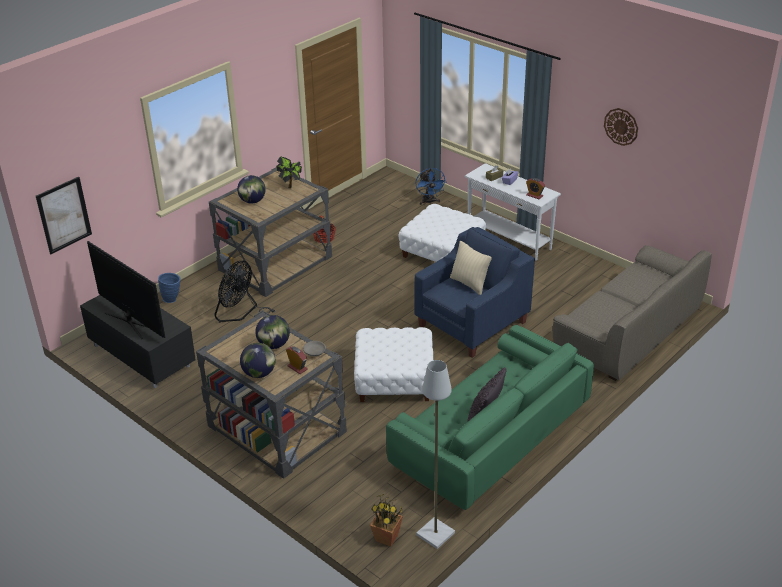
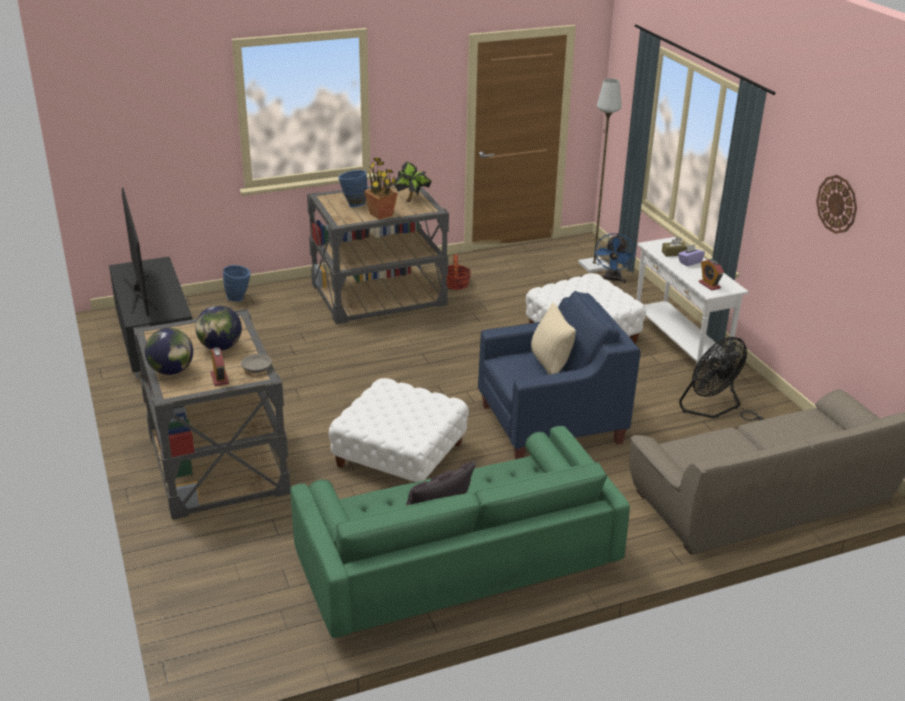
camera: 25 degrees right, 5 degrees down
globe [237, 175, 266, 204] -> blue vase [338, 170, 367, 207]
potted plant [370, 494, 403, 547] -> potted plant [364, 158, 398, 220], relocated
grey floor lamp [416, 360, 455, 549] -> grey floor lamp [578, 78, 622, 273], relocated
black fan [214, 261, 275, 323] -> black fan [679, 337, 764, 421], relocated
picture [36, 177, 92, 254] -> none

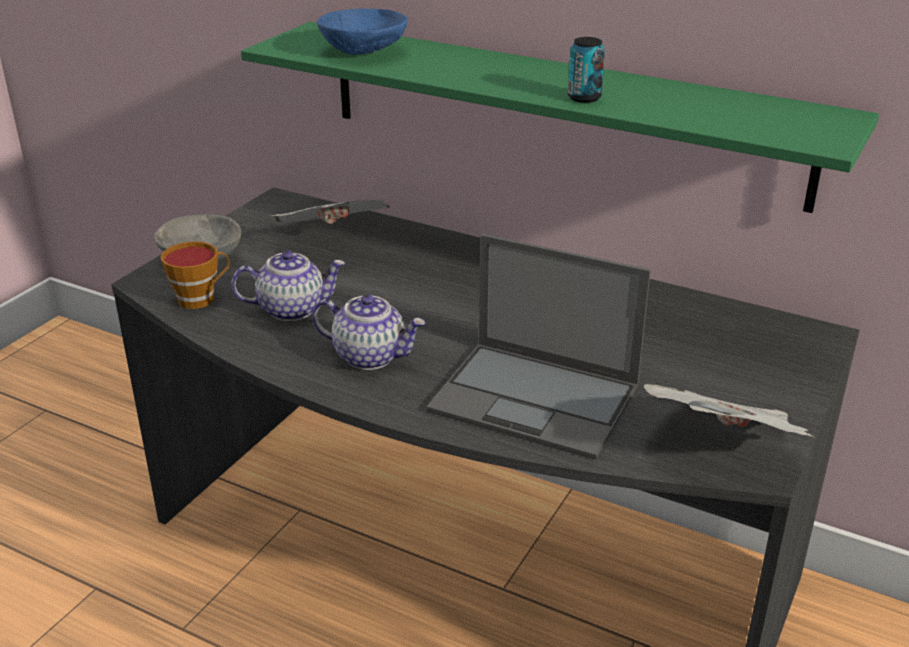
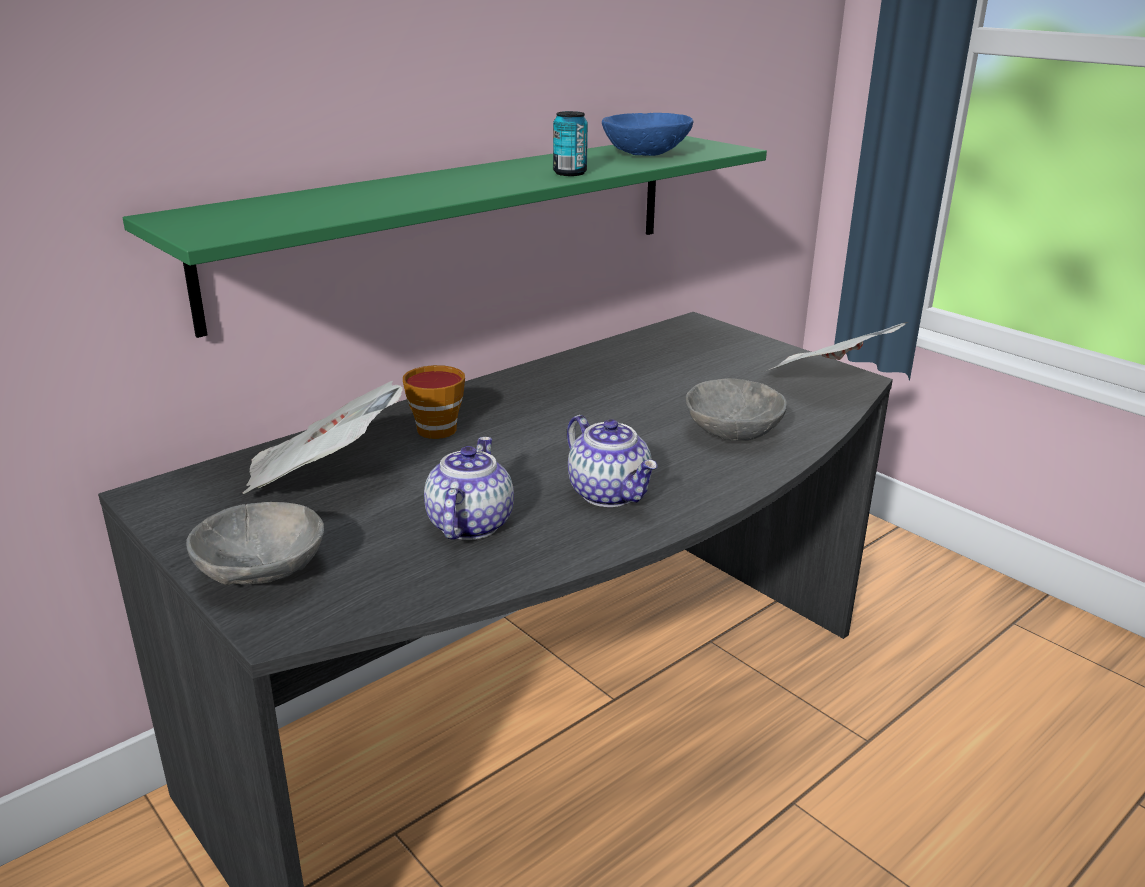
camera: 70 degrees left, 5 degrees down
cup [161, 241, 230, 309] -> cup [403, 365, 465, 439], relocated
teapot [312, 295, 426, 370] -> teapot [567, 415, 658, 507], 105 degrees clockwise
blue bowl [317, 9, 408, 55] -> blue bowl [602, 113, 693, 156], relocated
laptop [426, 234, 651, 460] -> grey bowl [686, 378, 787, 441]

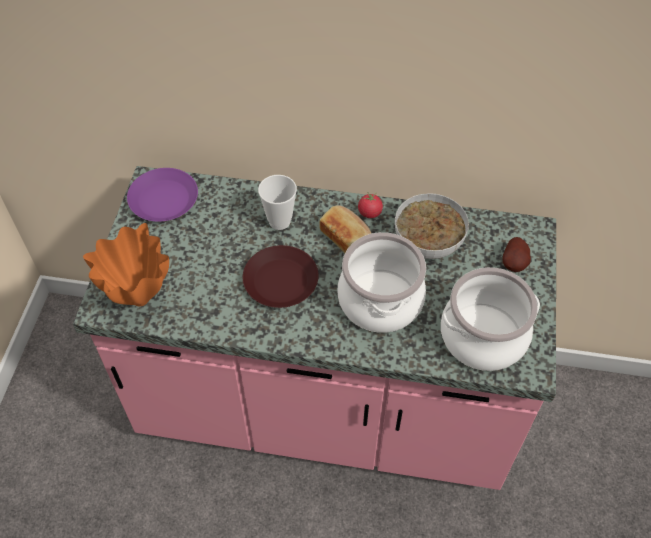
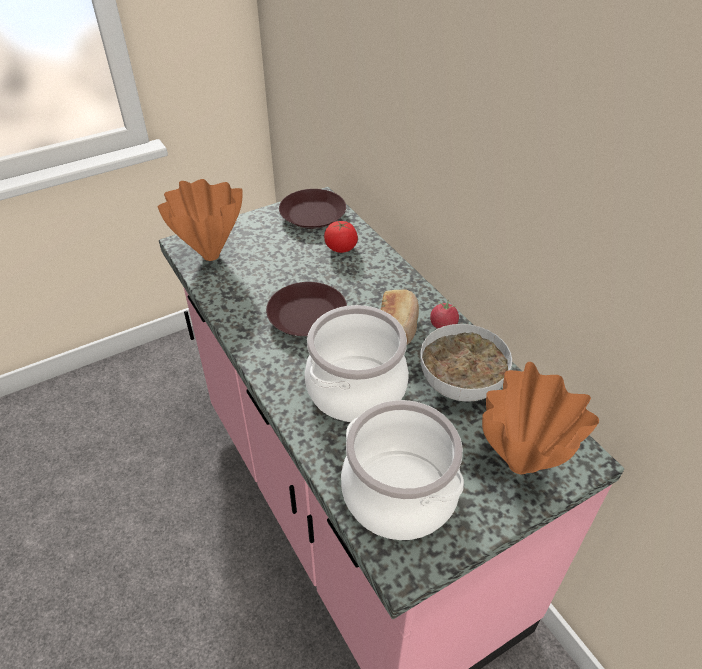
camera: 50 degrees right, 10 degrees down
purple plate [127, 168, 198, 222] -> brown plate [279, 189, 346, 229]
none -> tomato [324, 221, 358, 253]
potato [502, 237, 531, 272] -> orange vase [482, 362, 599, 474]
cup [258, 175, 297, 230] -> none

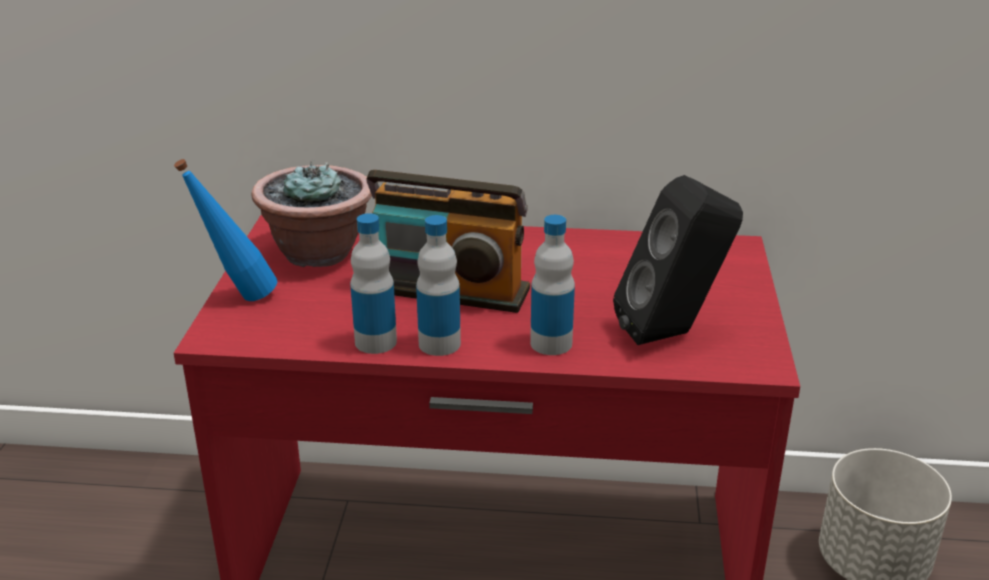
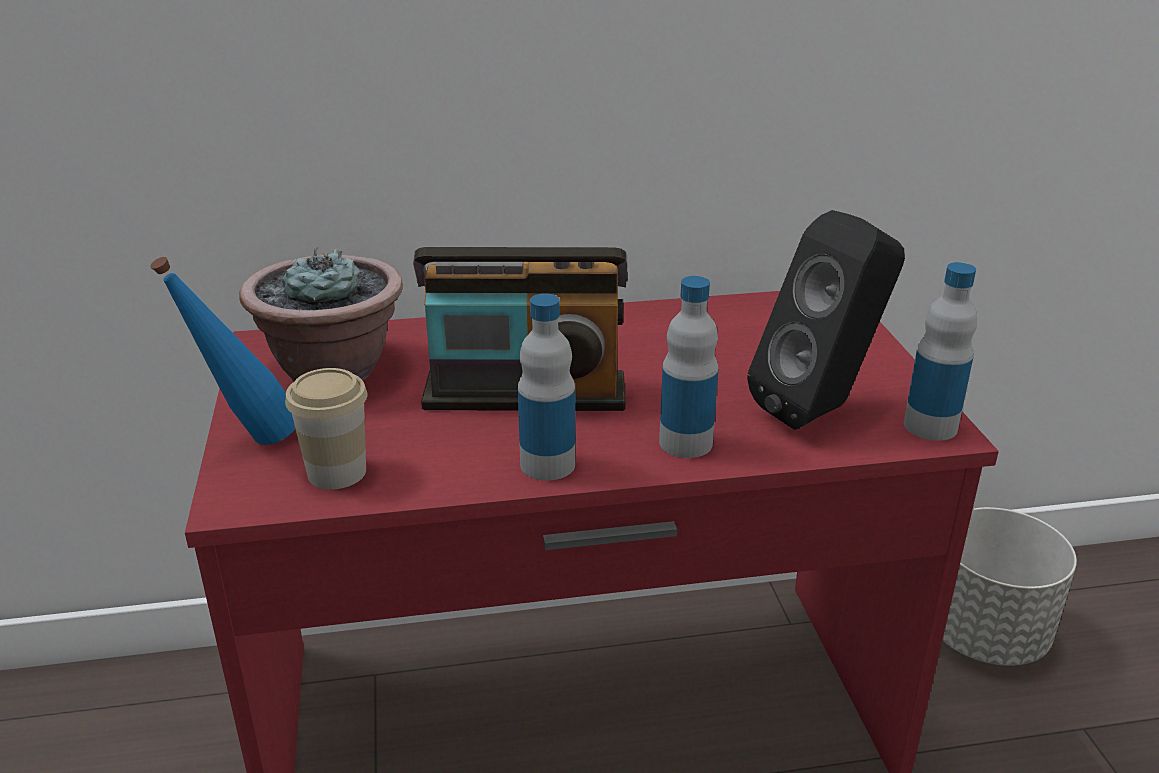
camera: 15 degrees left, 0 degrees up
none -> cup [285, 368, 368, 489]
bottle [350, 213, 397, 354] -> bottle [904, 262, 977, 441], relocated

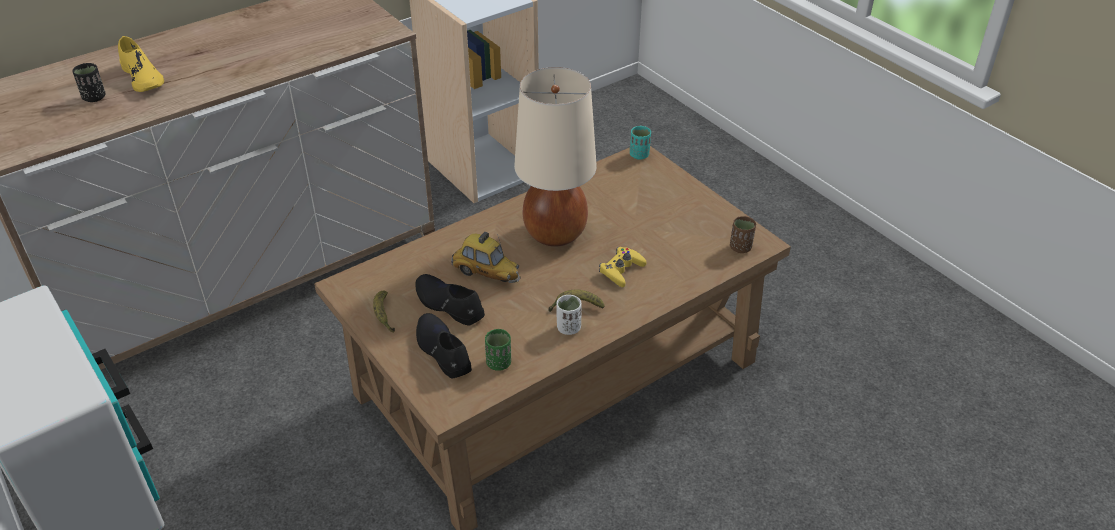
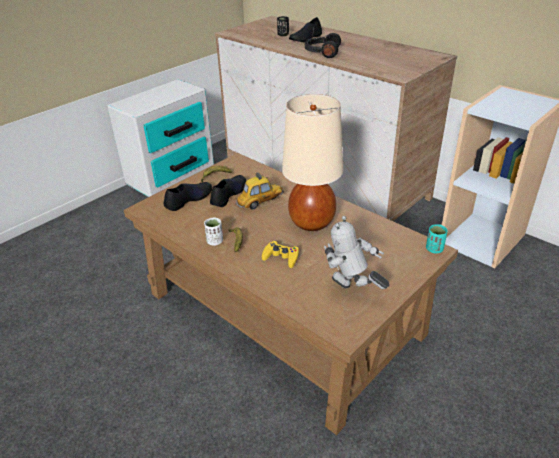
camera: 80 degrees right, 5 degrees down
toy car [451, 232, 521, 283] -> toy car [235, 172, 284, 209], 135 degrees counterclockwise
yellow shoe [118, 36, 164, 92] -> black shoe [289, 17, 322, 42]
none -> black headphones [305, 33, 341, 58]
none -> toy robot [324, 216, 390, 289]
green cup [485, 329, 511, 371] -> none
brown cup [730, 216, 756, 253] -> none

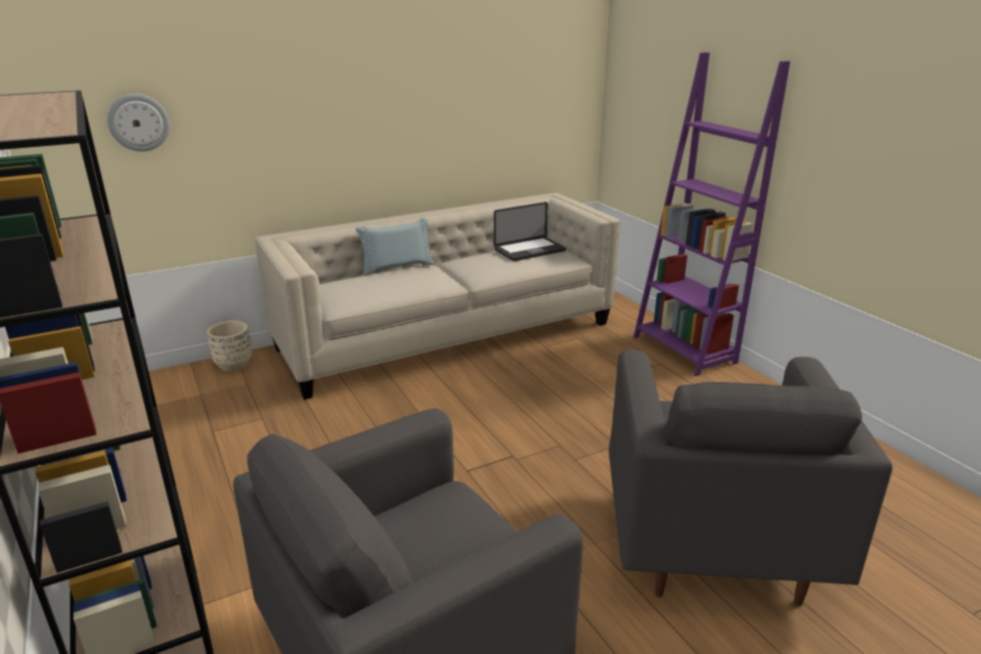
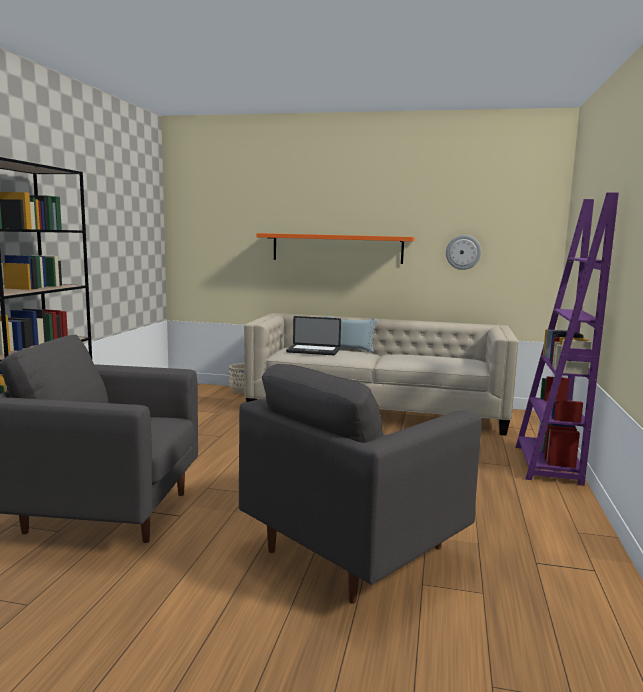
camera: 40 degrees right, 15 degrees down
none -> orange shelf [256, 233, 415, 264]
laptop [494, 202, 566, 261] -> laptop [286, 316, 341, 355], relocated
wall clock [107, 94, 170, 152] -> wall clock [446, 235, 481, 270], relocated

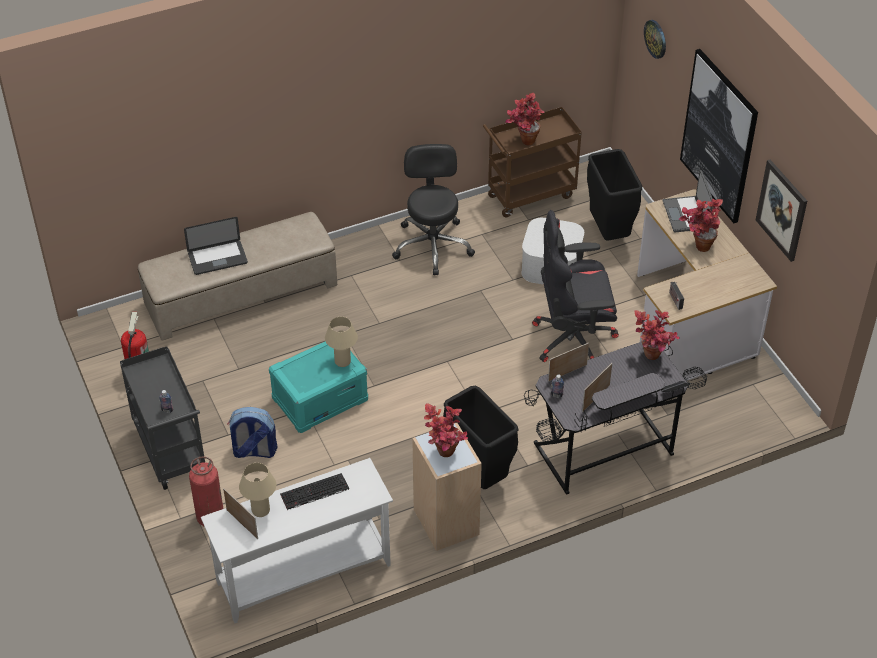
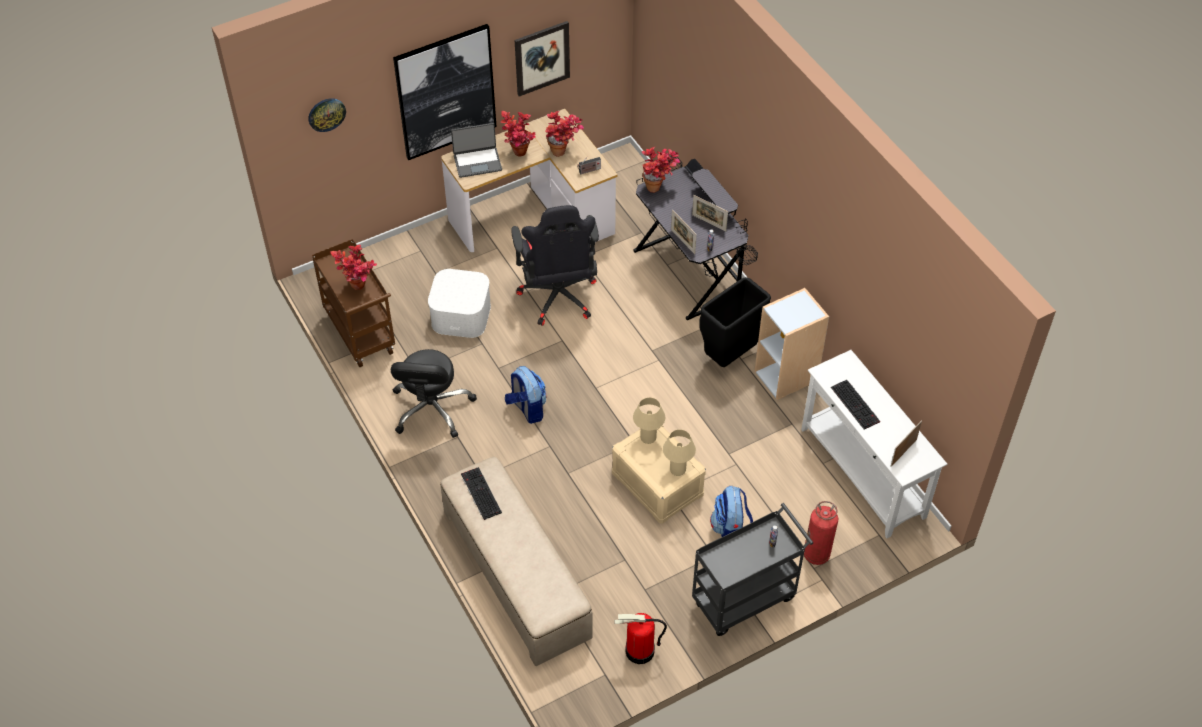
camera: 95 degrees left, 5 degrees up
black office chair [392, 144, 475, 275] -> black office chair [391, 349, 477, 438], 75 degrees counterclockwise
none -> keyboard [461, 467, 502, 520]
none -> backpack [505, 366, 546, 424]
potted plant [424, 403, 468, 457] -> potted plant [545, 111, 584, 157], relocated
turquoise storage box [269, 342, 368, 433] -> beige storage box [612, 425, 706, 524]
beige table lamp [239, 463, 276, 517] -> beige table lamp [663, 429, 696, 476], relocated
laptop [184, 217, 248, 275] -> none
black trash can [587, 149, 642, 241] -> none

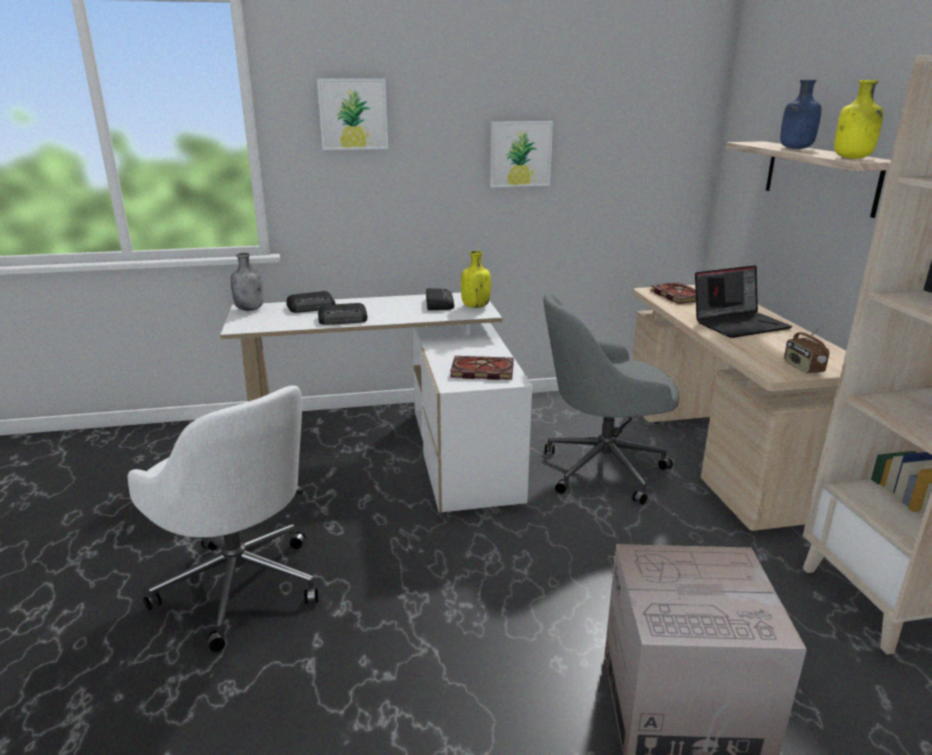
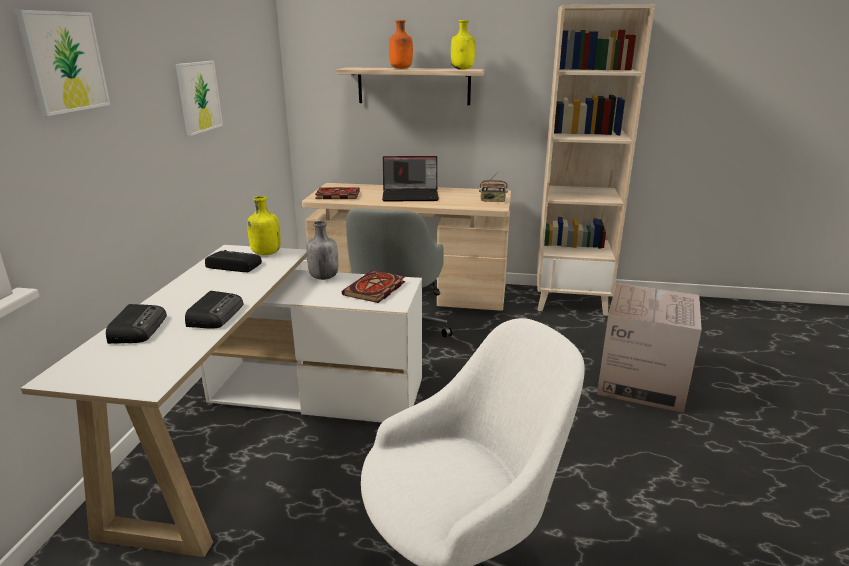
camera: 70 degrees left, 0 degrees up
grey bottle [231, 253, 264, 311] -> grey bottle [306, 221, 338, 280], relocated
laptop [695, 265, 792, 338] -> laptop [382, 156, 439, 202], 90 degrees clockwise
blue bottle [780, 80, 822, 149] -> orange bottle [389, 20, 413, 69]

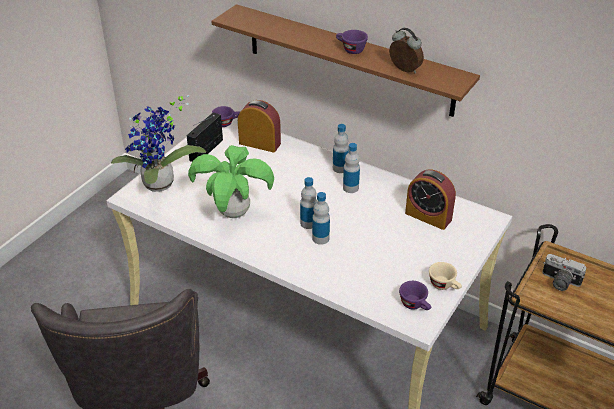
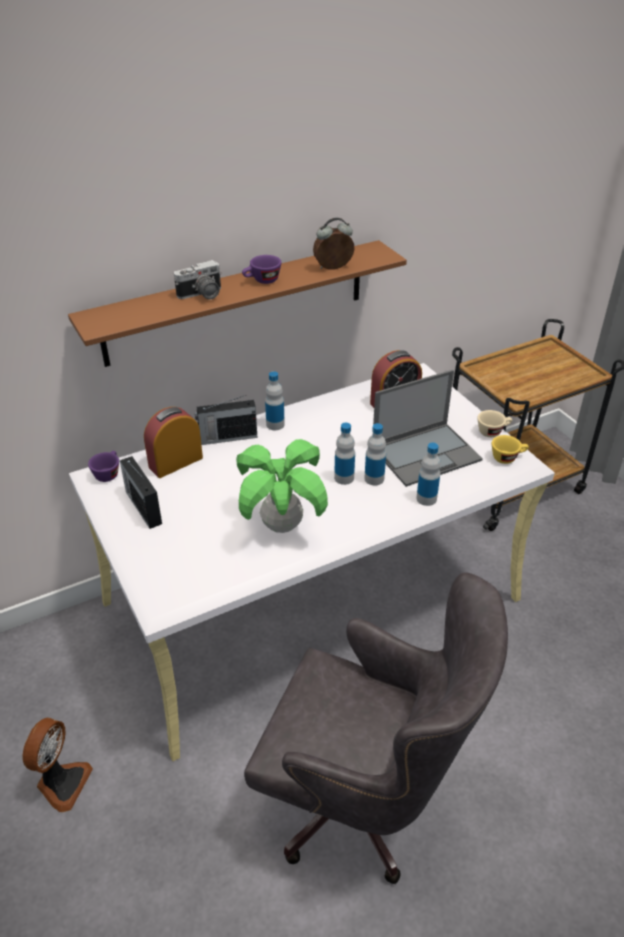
camera: 60 degrees left, 0 degrees up
none -> fan [22, 718, 93, 812]
photo camera [543, 254, 586, 291] -> photo camera [174, 260, 222, 300], relocated
none -> radio [195, 395, 257, 445]
none -> laptop [373, 370, 483, 487]
bottle [343, 143, 360, 193] -> bottle [416, 443, 441, 506], relocated
purple cup [399, 281, 431, 310] -> yellow cup [492, 435, 529, 464]
potted plant [111, 95, 206, 192] -> none

